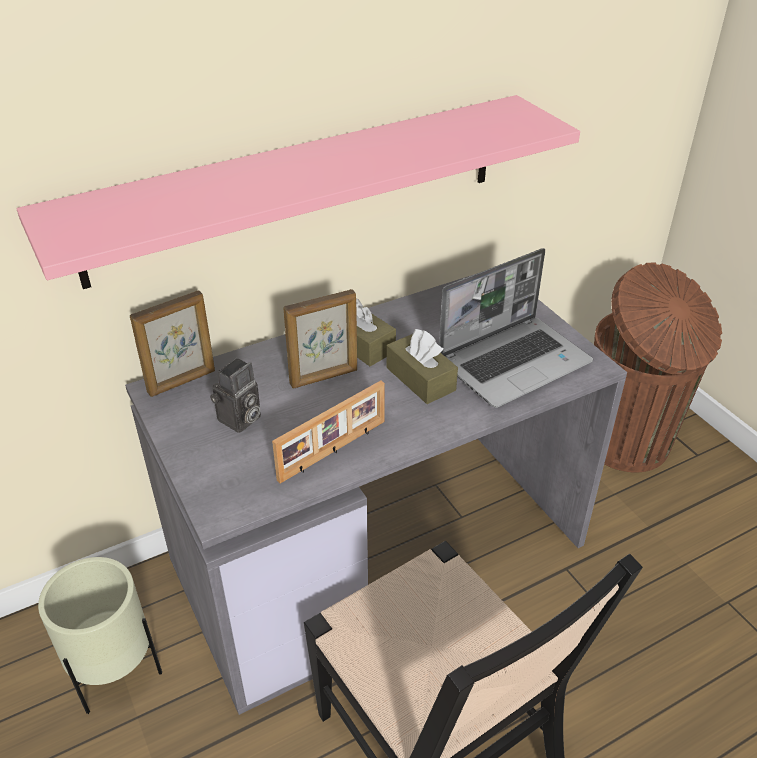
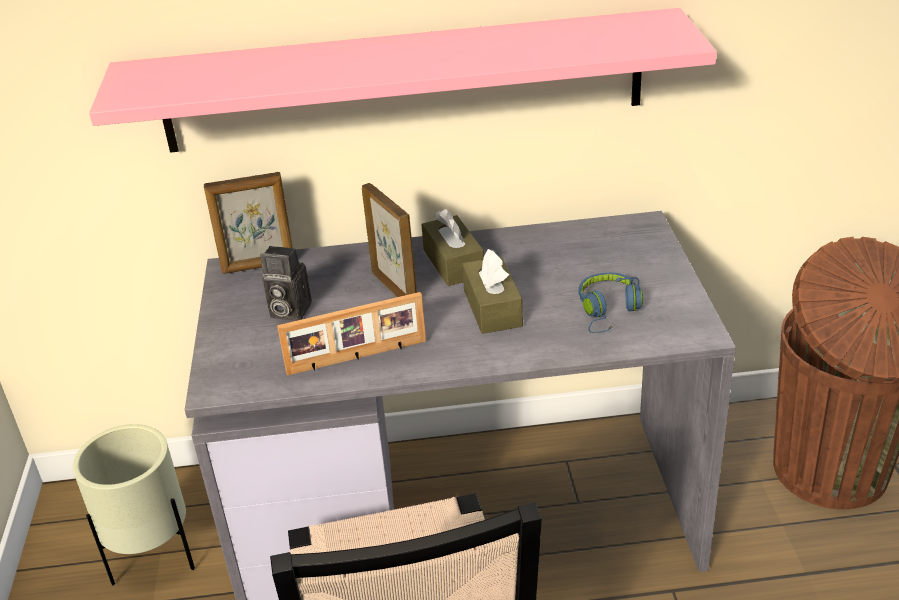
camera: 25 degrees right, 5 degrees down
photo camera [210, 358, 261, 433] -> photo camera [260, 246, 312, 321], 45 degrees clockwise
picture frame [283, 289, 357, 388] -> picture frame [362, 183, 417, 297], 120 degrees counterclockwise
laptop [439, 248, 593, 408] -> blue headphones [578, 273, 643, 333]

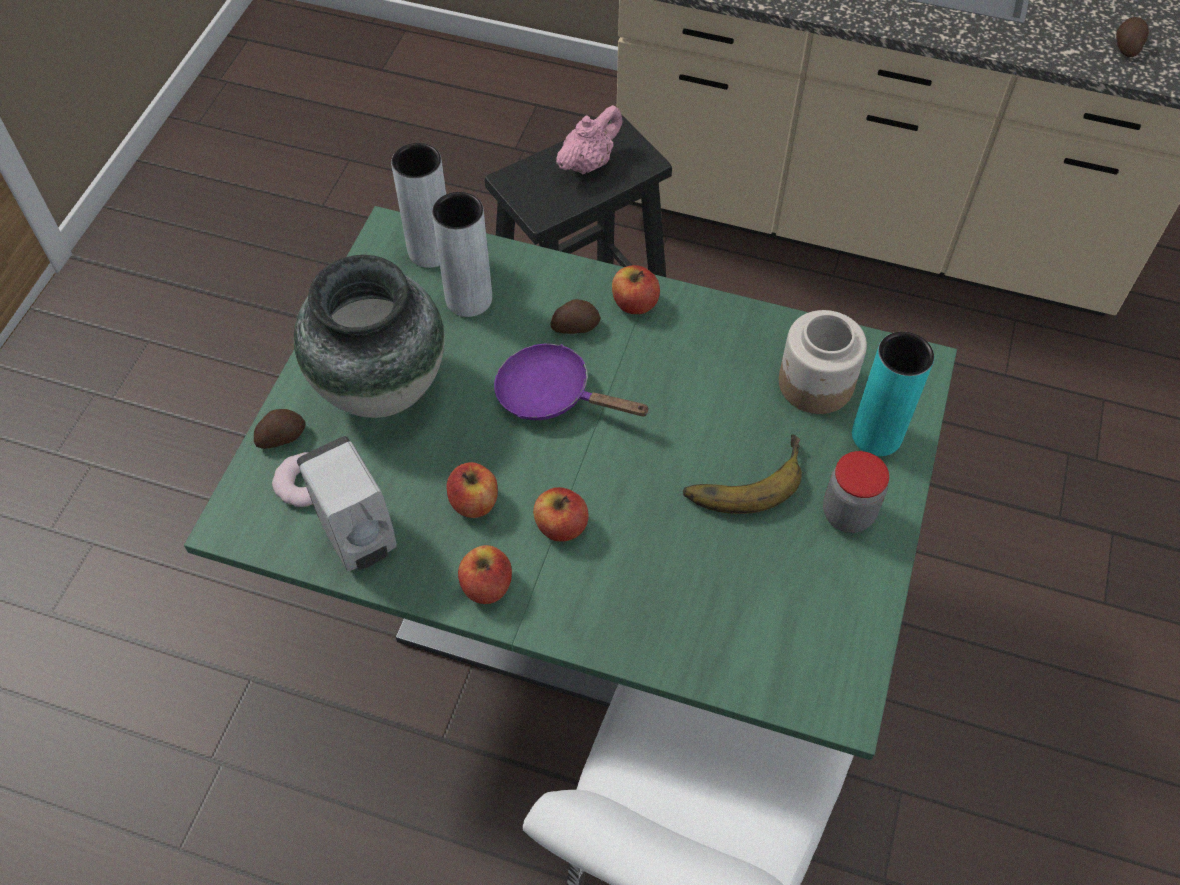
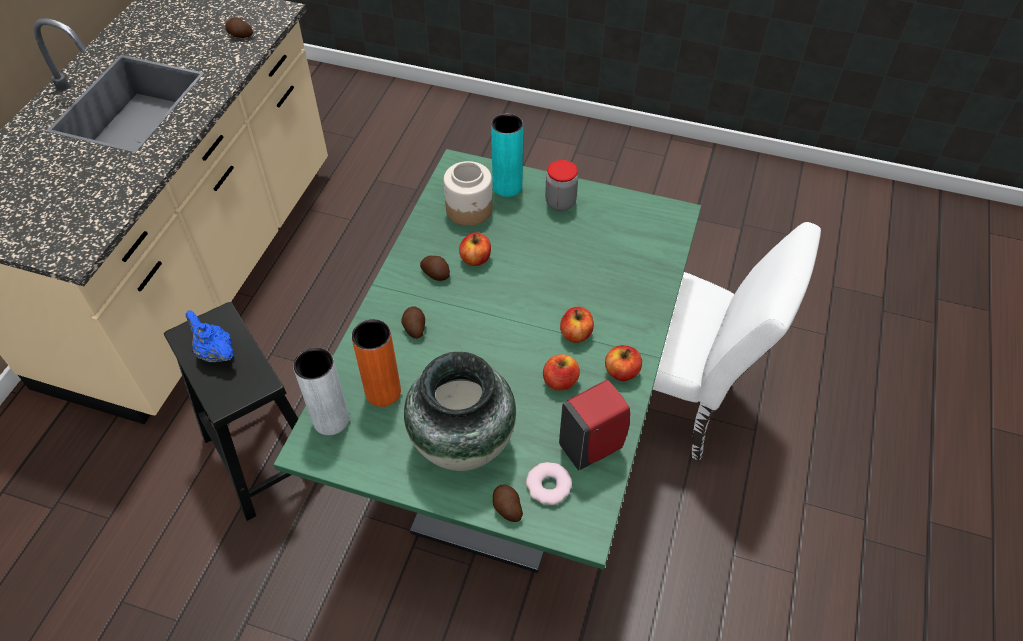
camera: 90 degrees left, 5 degrees down
pink teapot [556, 105, 623, 175] -> blue teapot [185, 310, 233, 362]
grey vase [432, 192, 492, 317] -> orange vase [352, 319, 401, 407]
none -> potato [420, 256, 450, 281]
apple [612, 265, 660, 314] -> apple [459, 232, 491, 266], relocated
white soap dispenser [297, 436, 397, 571] -> red soap dispenser [559, 380, 630, 471]
purple frying pan [494, 344, 650, 420] -> none
banana [683, 434, 802, 514] -> none

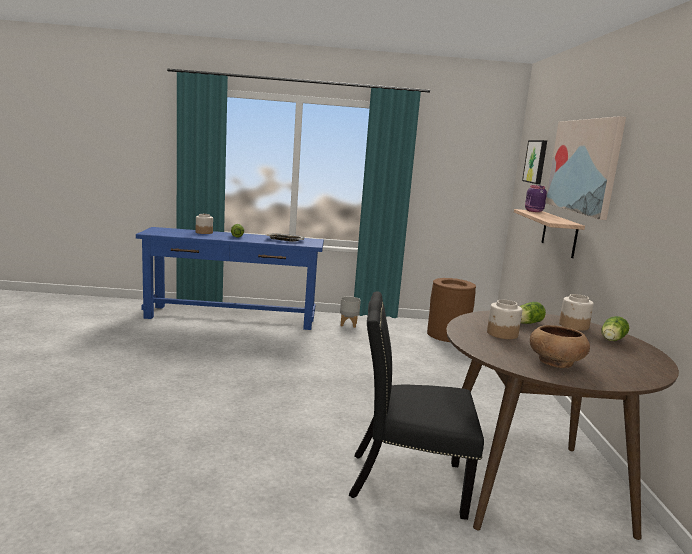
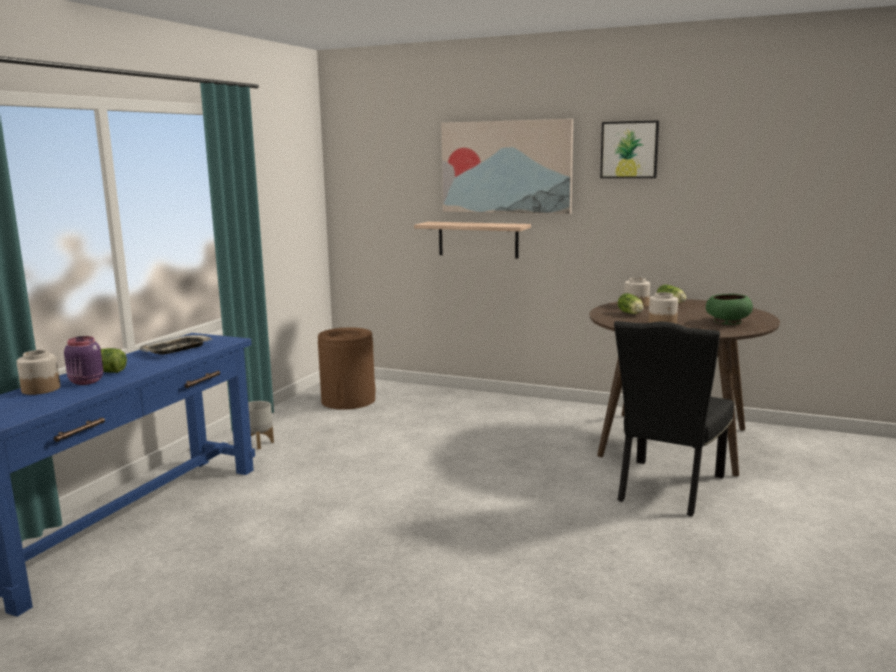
camera: 65 degrees left, 0 degrees up
purple jar [525, 185, 547, 212] -> purple jar [64, 336, 103, 385], relocated
picture [522, 140, 547, 184] -> picture [600, 120, 659, 178], relocated
brown bowl [530, 325, 590, 368] -> green bowl [706, 294, 753, 325]

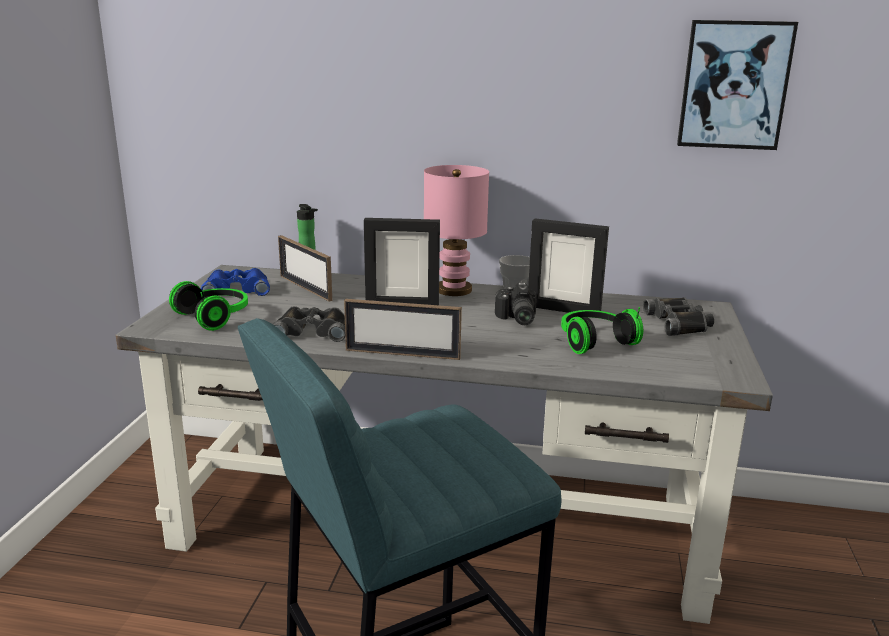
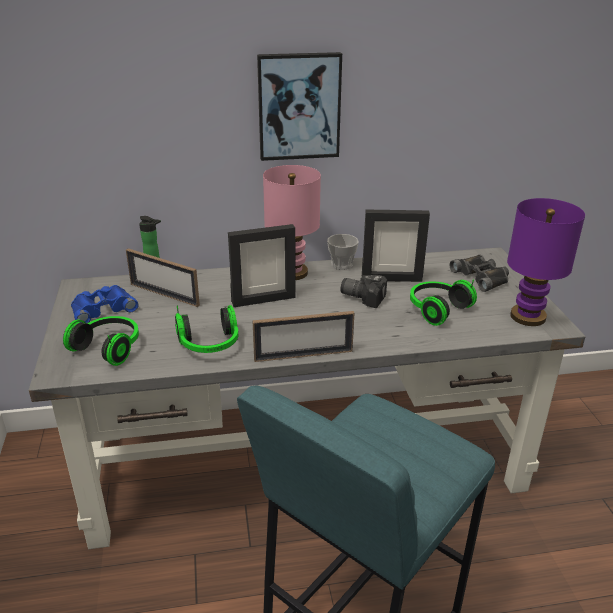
camera: 20 degrees left, 10 degrees up
black binoculars [273, 306, 345, 342] -> headphones [175, 305, 238, 353]
picture [677, 20, 798, 150] -> picture [257, 52, 342, 161], relocated
photo camera [495, 283, 537, 325] -> photo camera [340, 275, 387, 308], 135 degrees clockwise
none -> purple table lamp [507, 198, 585, 326]

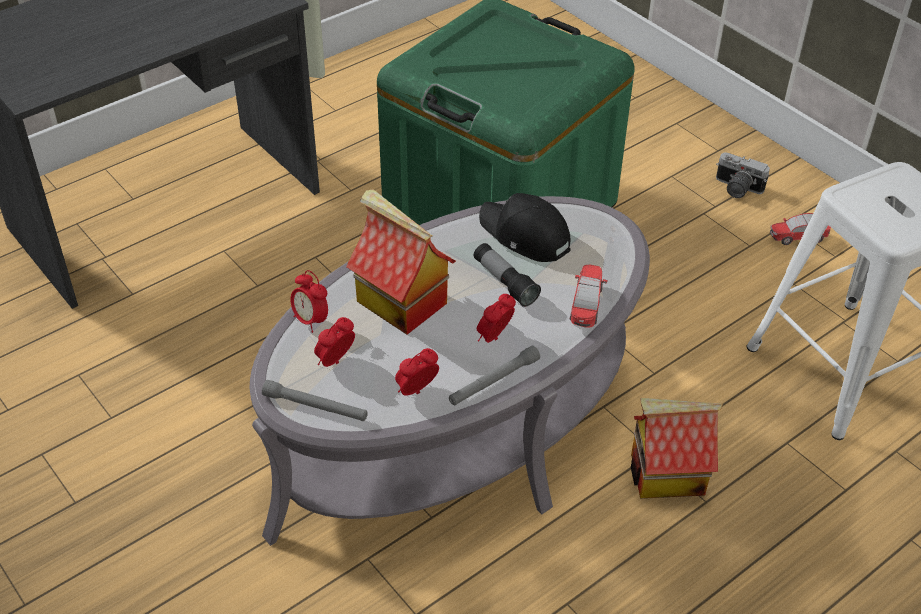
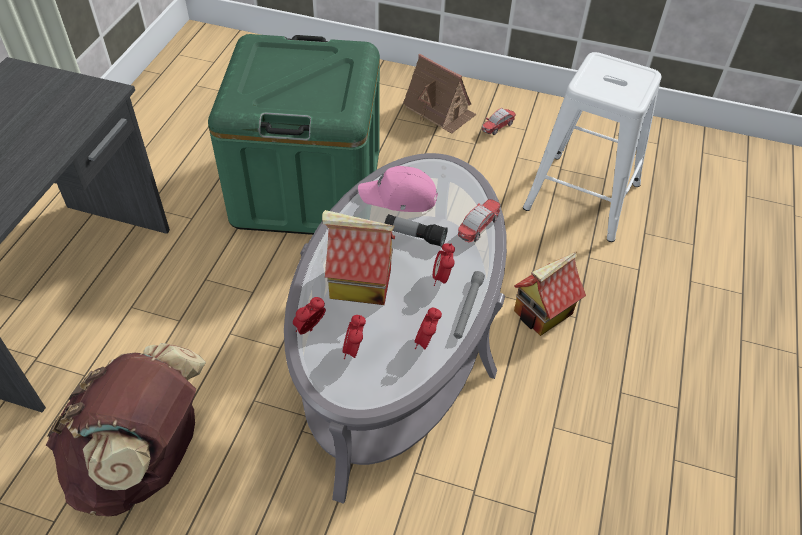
camera: 35 degrees left, 5 degrees up
none -> brown backpack [46, 343, 206, 517]
alarm clock [290, 270, 328, 333] -> alarm clock [293, 297, 326, 335], 120 degrees clockwise
black cap [479, 193, 571, 262] -> pink cap [358, 166, 438, 212]
photo camera [716, 152, 770, 198] -> toy house [403, 54, 477, 134]
toy car [570, 265, 608, 328] -> toy car [458, 199, 501, 243], 60 degrees clockwise
grey flashlight [262, 380, 368, 421] -> none

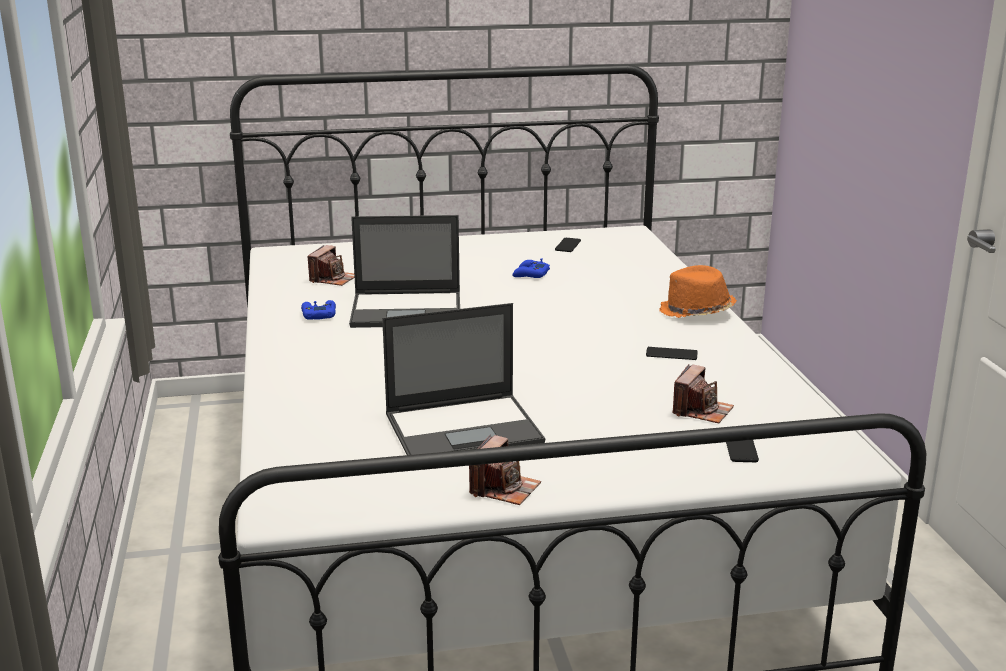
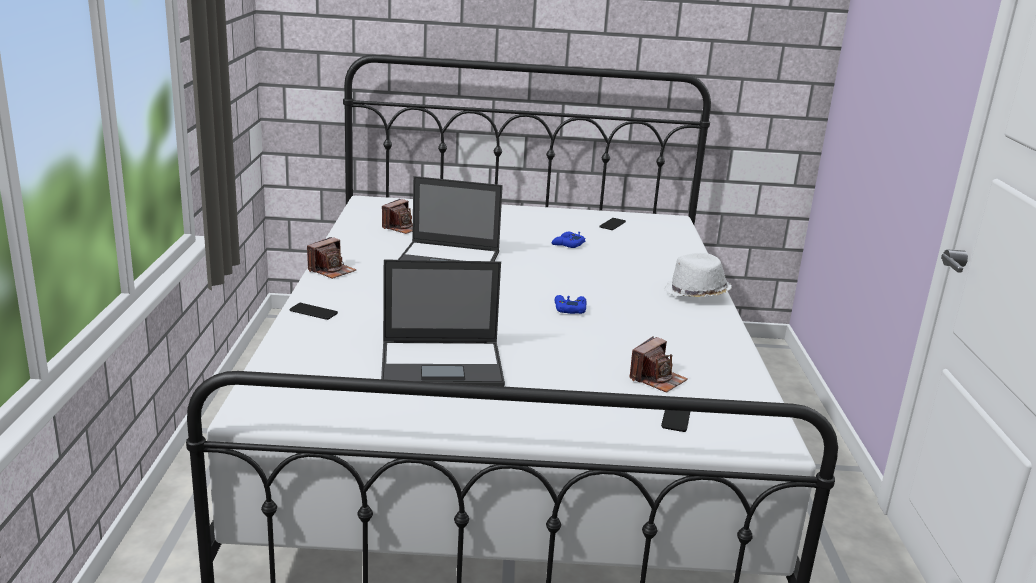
camera: 10 degrees right, 0 degrees up
phone [646, 347, 698, 360] -> phone [289, 303, 338, 320], relocated
photo camera [469, 435, 541, 505] -> photo camera [307, 237, 356, 279], relocated
blue game controller [301, 300, 336, 320] -> blue game controller [555, 295, 587, 314], relocated
orange hat [659, 265, 737, 318] -> white hat [664, 253, 732, 297]

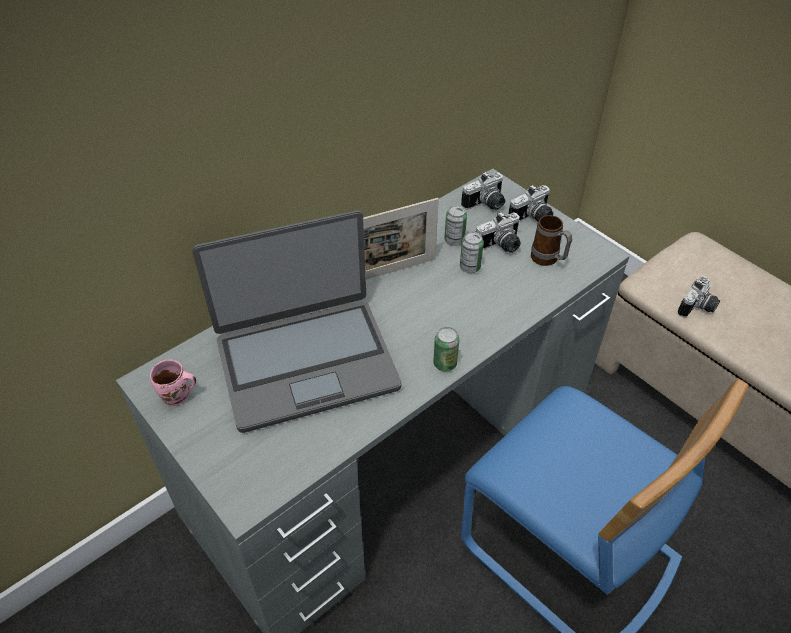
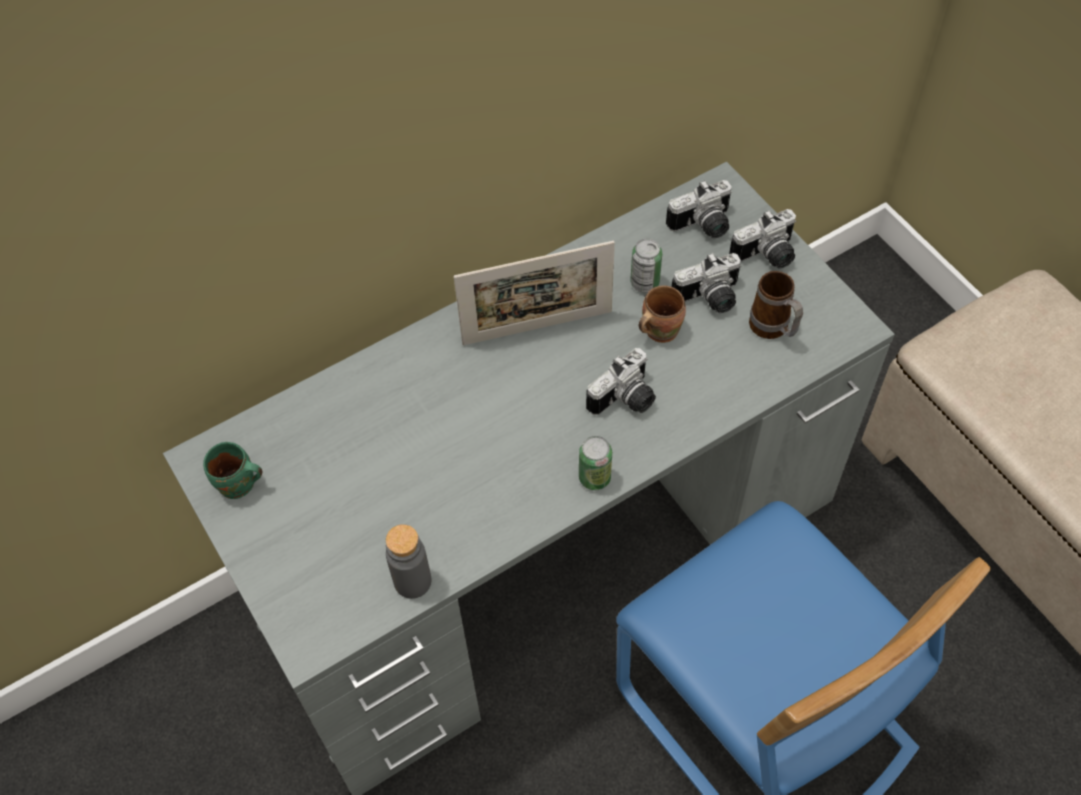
camera: 10 degrees right, 10 degrees up
pink mug [150, 360, 196, 406] -> green mug [203, 442, 262, 499]
none -> grey bottle [386, 524, 431, 599]
photo camera [678, 276, 720, 317] -> photo camera [586, 348, 656, 415], relocated
can [460, 232, 484, 273] -> brown mug [639, 285, 686, 343]
laptop [192, 211, 402, 433] -> none

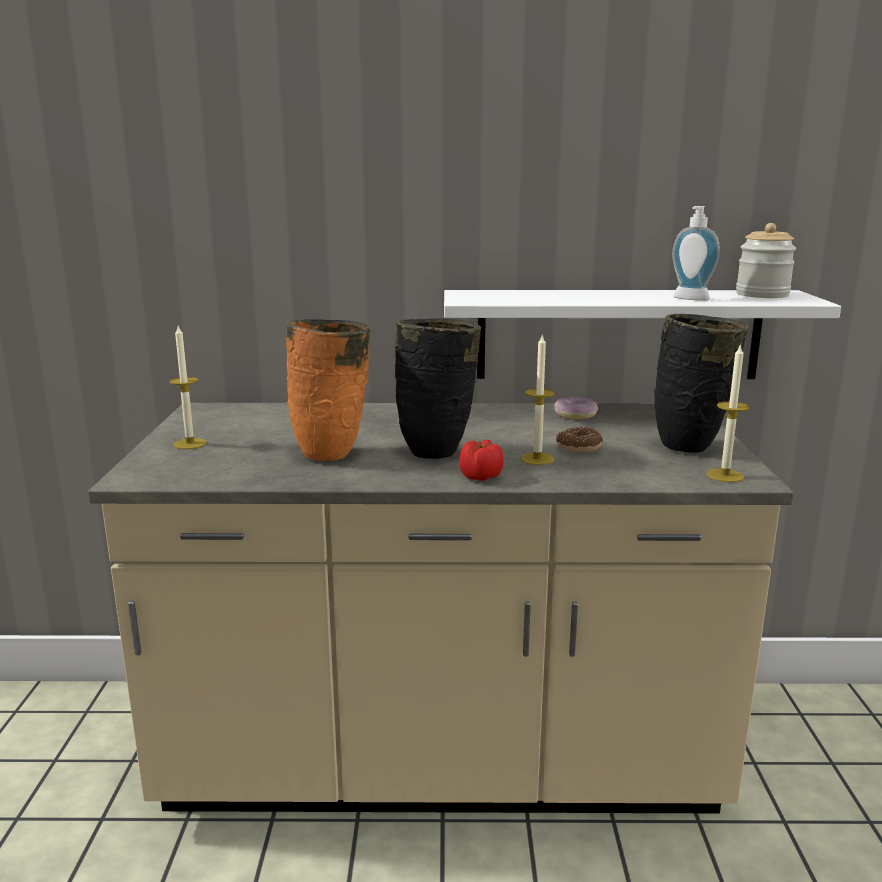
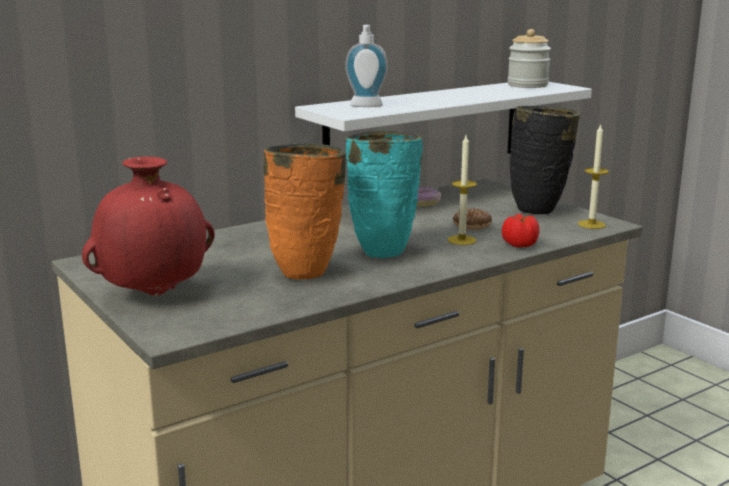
camera: 35 degrees left, 0 degrees up
candle [169, 326, 207, 449] -> red vase [82, 157, 215, 296]
soap dispenser [672, 206, 720, 301] -> soap dispenser [345, 25, 388, 107], relocated
black vase [395, 318, 481, 459] -> turquoise vase [346, 131, 423, 258]
tomato [459, 440, 504, 481] -> tomato [502, 214, 540, 247], relocated

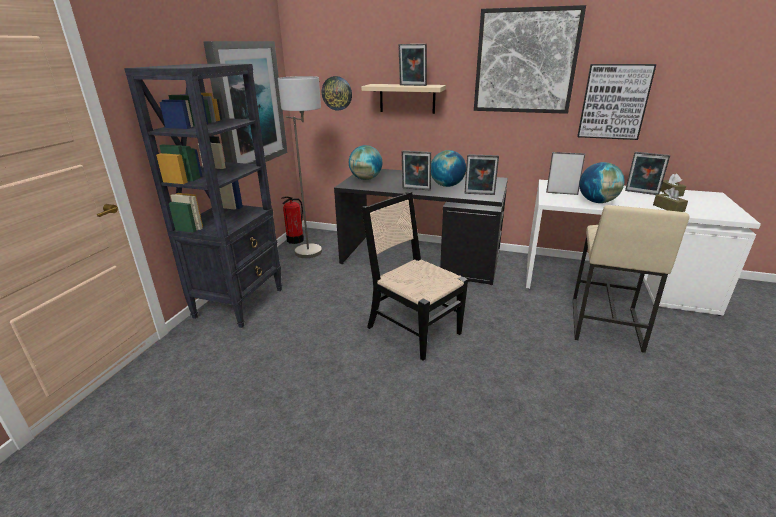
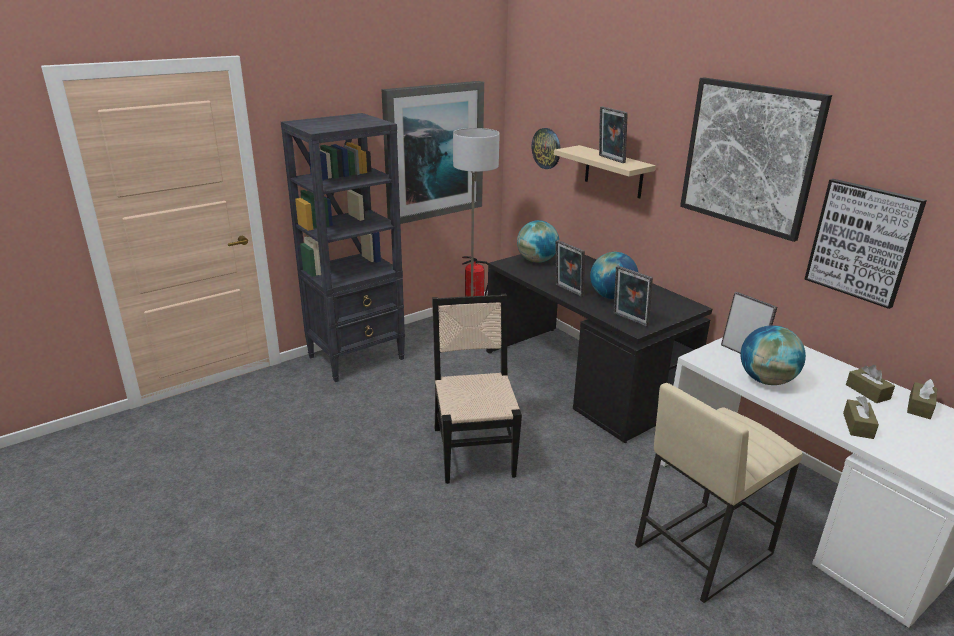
camera: 35 degrees right, 0 degrees up
picture frame [625, 152, 670, 195] -> brown tissue box [846, 365, 895, 403]

